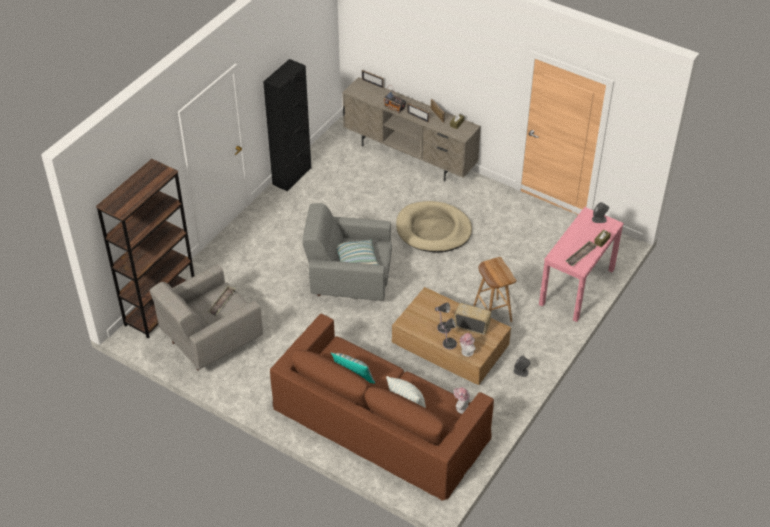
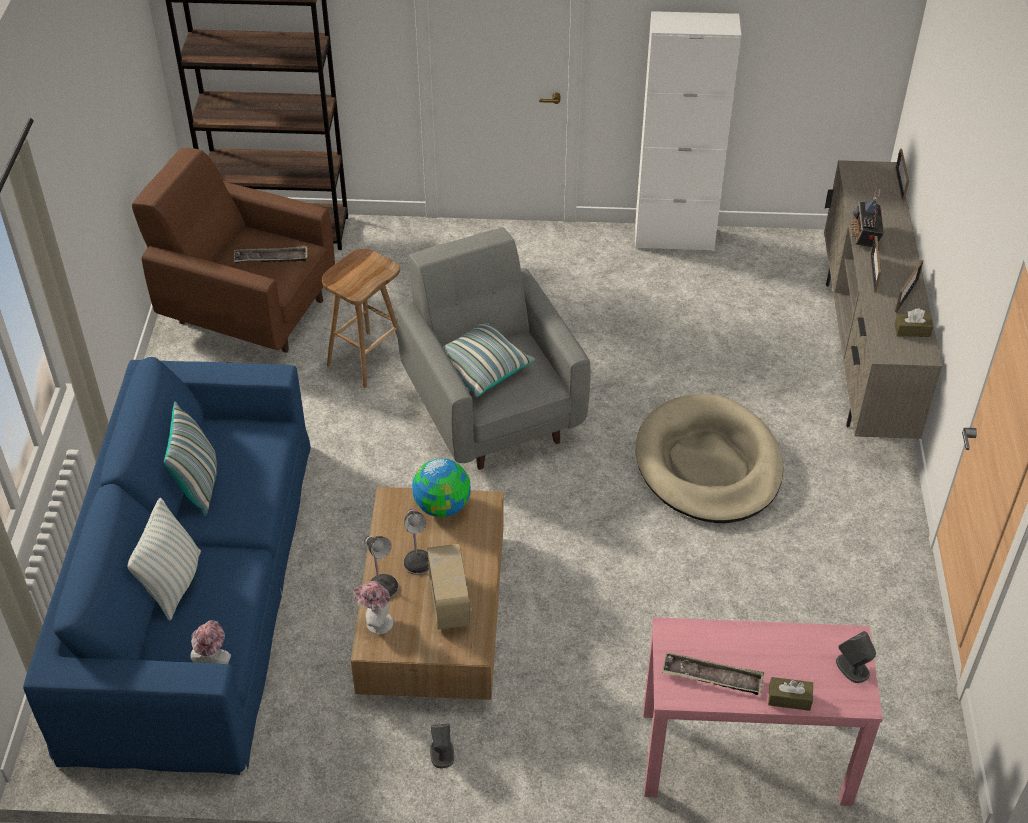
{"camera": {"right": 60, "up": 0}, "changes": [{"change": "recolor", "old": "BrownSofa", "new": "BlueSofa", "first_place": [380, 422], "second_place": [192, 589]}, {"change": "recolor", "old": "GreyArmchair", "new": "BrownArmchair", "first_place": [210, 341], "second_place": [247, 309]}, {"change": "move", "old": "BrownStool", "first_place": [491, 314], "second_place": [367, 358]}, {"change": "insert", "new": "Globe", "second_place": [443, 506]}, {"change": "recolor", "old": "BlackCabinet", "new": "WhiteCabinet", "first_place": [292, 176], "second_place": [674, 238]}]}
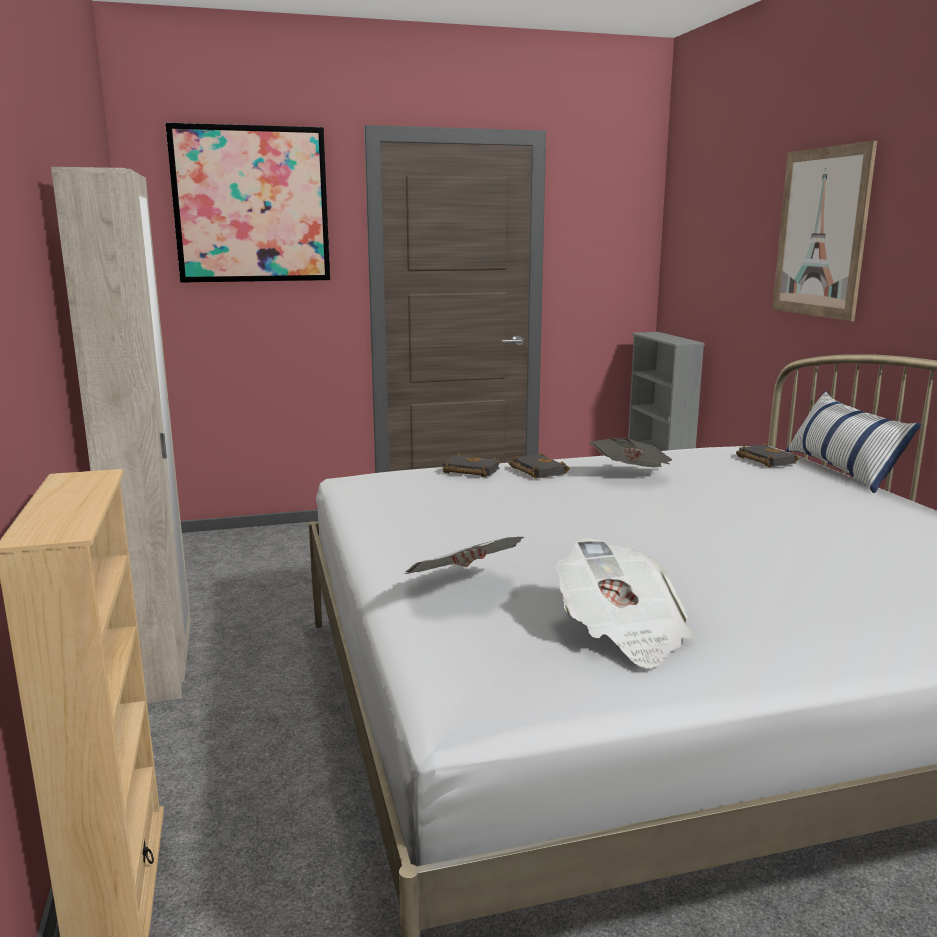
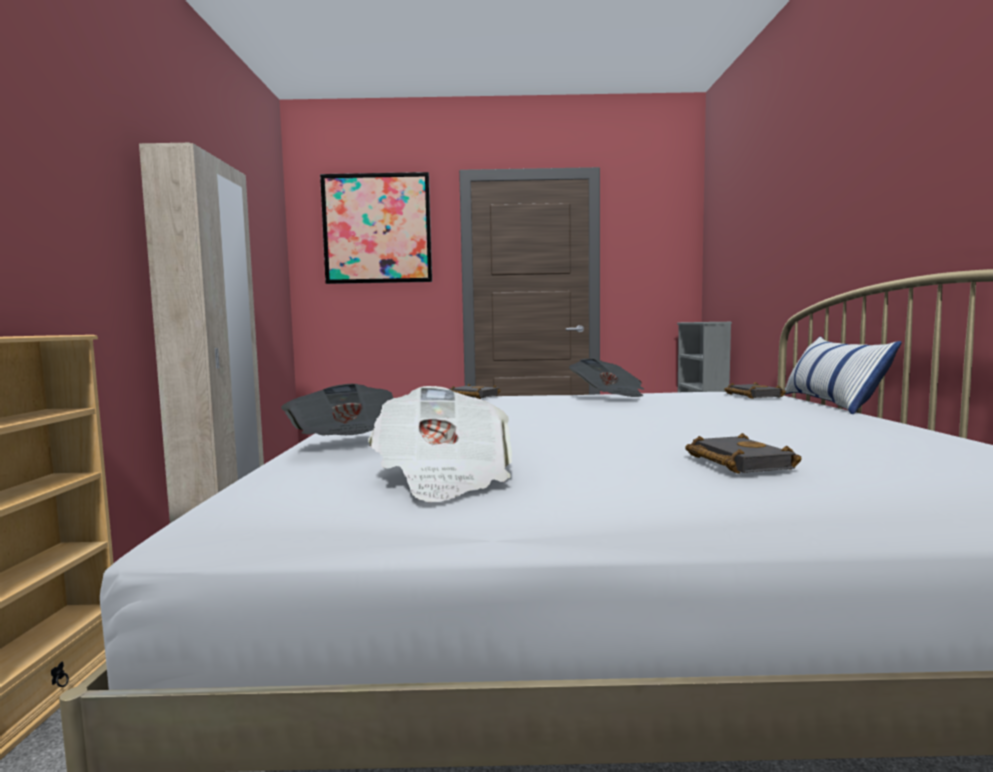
{"camera": {"right": 15, "up": -10}, "changes": [{"change": "move", "old": "BlackBook", "first_place": [535, 471], "second_place": [735, 462]}, {"change": "delete", "old": "Picture", "first_place": [821, 233]}]}
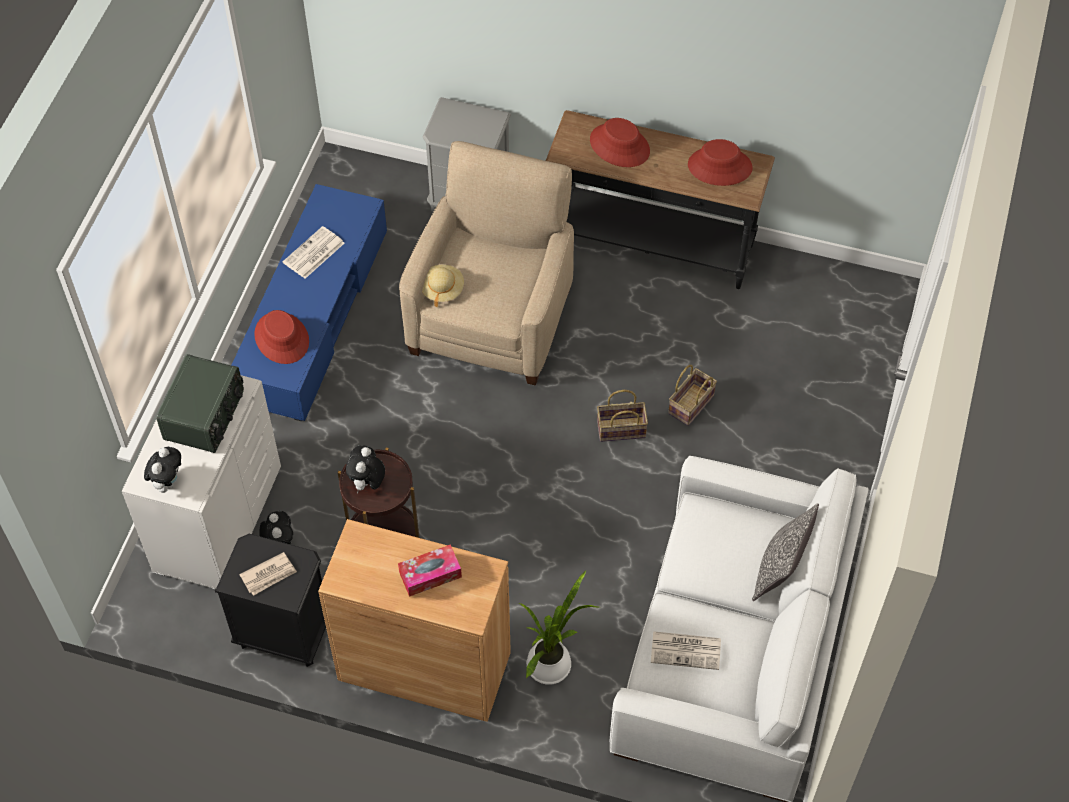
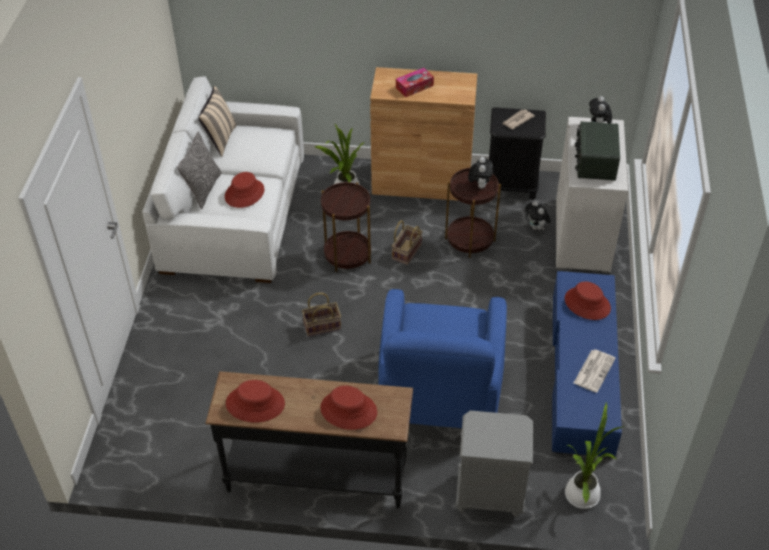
{"camera": {"right": 170, "up": -10}, "changes": [{"change": "insert", "new": "BeigePillow", "second_place": [220, 139]}, {"change": "insert", "new": "RedHat", "second_place": [244, 193]}, {"change": "insert", "new": "BrownSideTable", "second_place": [347, 255]}, {"change": "recolor", "old": "BeigeArmchair", "new": "BlueArmchair", "first_place": [492, 318], "second_place": [439, 393]}, {"change": "move", "old": "Basket", "first_place": [691, 406], "second_place": [406, 251]}, {"change": "insert", "new": "PottedPlant", "second_place": [583, 492]}, {"change": "delete", "old": "BeigeHat", "first_place": [442, 289]}, {"change": "delete", "old": "Newspaper", "first_place": [686, 650]}]}
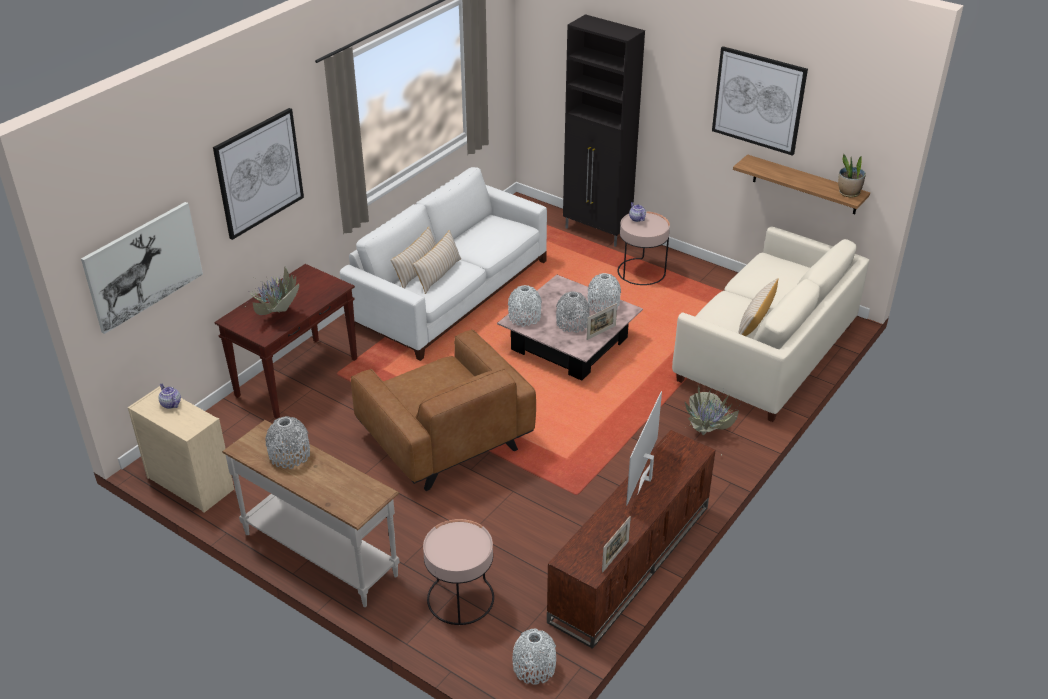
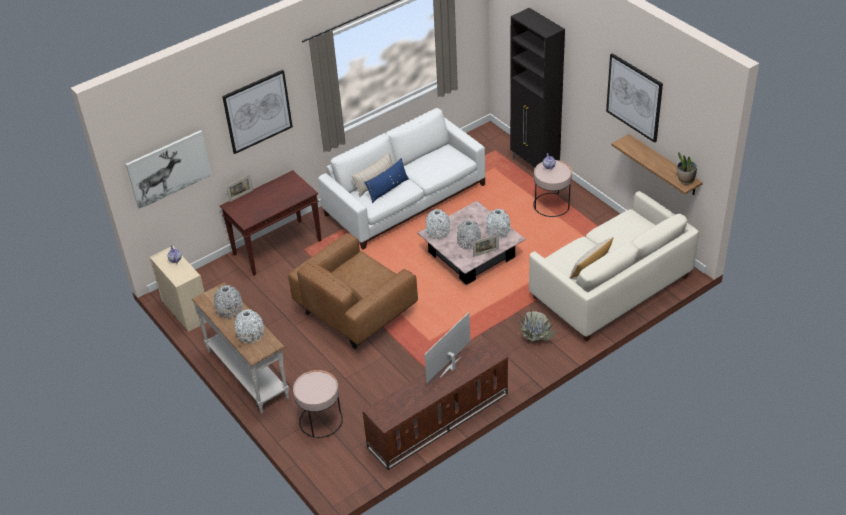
{"camera": {"right": 20, "up": 5}, "changes": [{"change": "move", "old": "PictureFrame", "first_place": [615, 556], "second_place": [241, 196]}, {"change": "move", "old": "WhiteVase", "first_place": [534, 667], "second_place": [250, 334]}, {"change": "rotate", "old": "BrownArmchair", "first_place": [446, 440], "second_place": [356, 311], "degrees": 60}, {"change": "recolor", "old": "BeigePillow", "new": "BluePillow", "first_place": [438, 274], "second_place": [388, 189]}, {"change": "delete", "old": "PottedPlant", "first_place": [278, 316]}]}
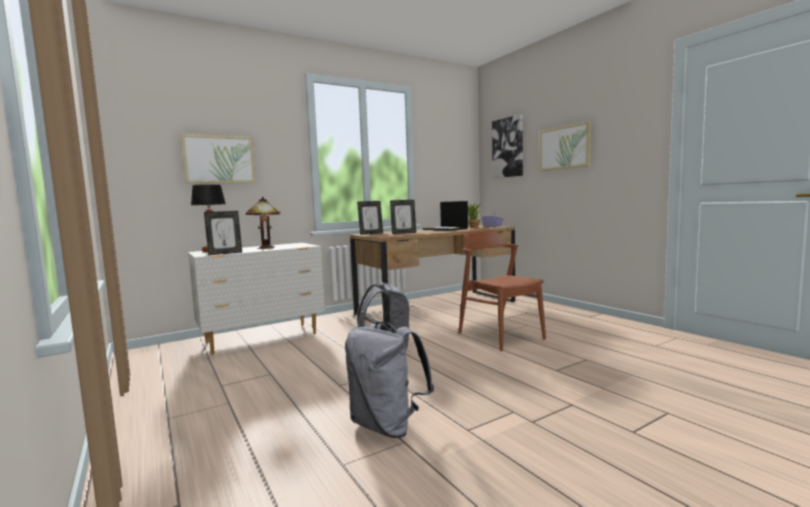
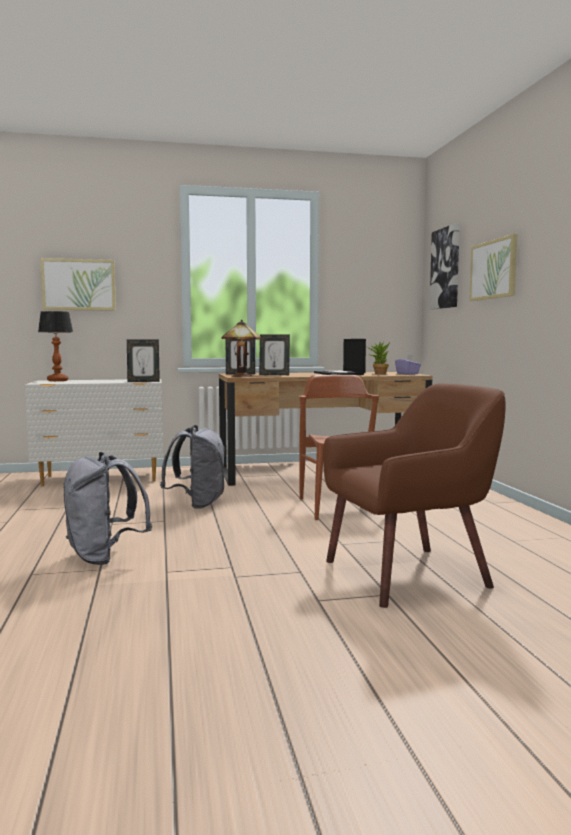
{"camera": {"right": 20, "up": 0}, "changes": [{"change": "move", "old": "PictureFrame", "first_place": [225, 253], "second_place": [143, 381]}, {"change": "move", "old": "TableLamp", "first_place": [265, 248], "second_place": [241, 376]}, {"change": "insert", "new": "BrownArmchair", "second_place": [408, 574]}]}
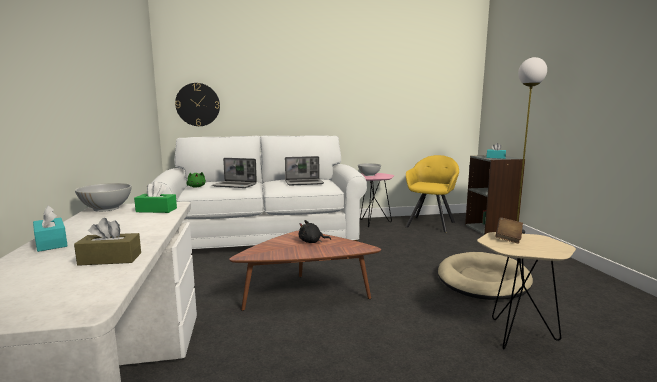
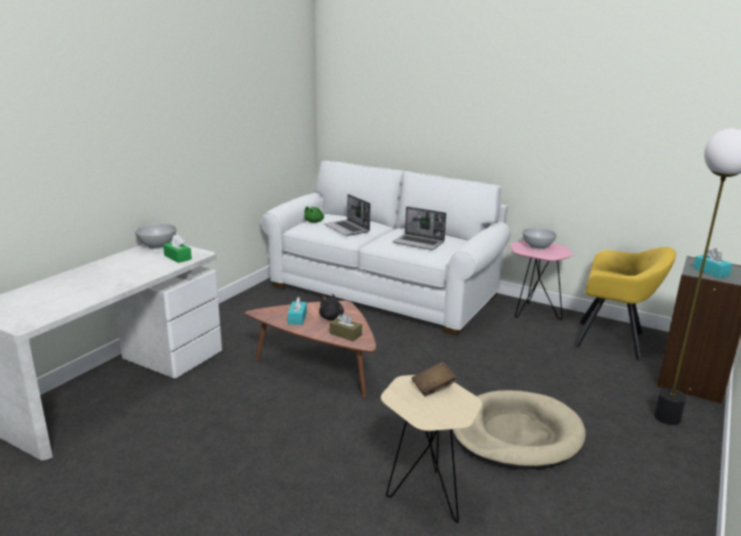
{"camera": {"right": 40, "up": 10}, "changes": [{"change": "move", "old": "TurquoiseTissueBox", "first_place": [51, 243], "second_place": [297, 318]}, {"change": "move", "old": "BrownTissueBox", "first_place": [110, 259], "second_place": [345, 334]}, {"change": "rotate", "old": "YellowArmchair", "first_place": [431, 224], "second_place": [613, 341], "degrees": 45}, {"change": "delete", "old": "WallClock", "first_place": [198, 104]}]}
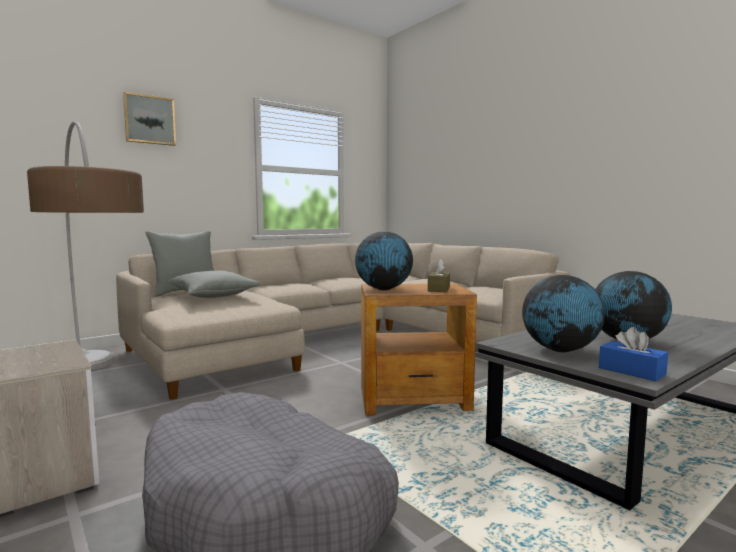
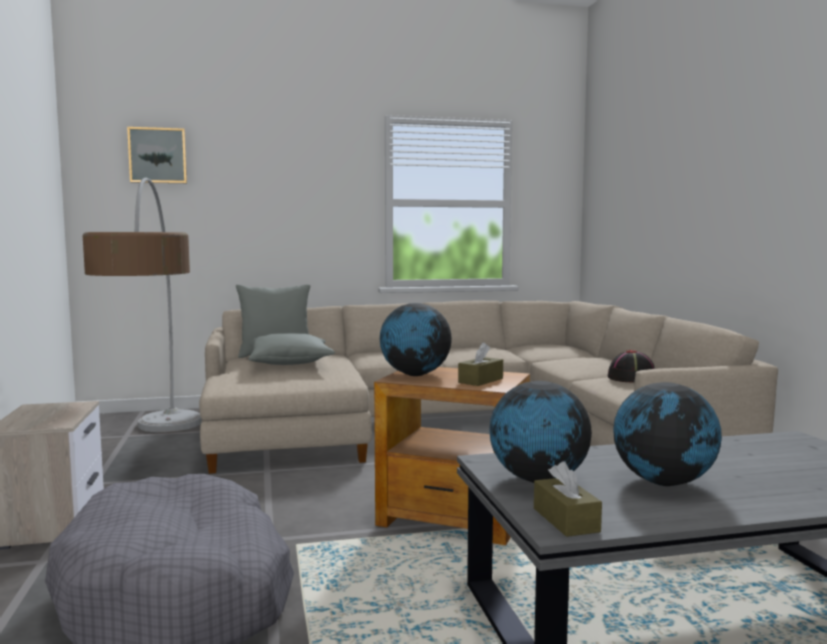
{"camera": {"right": 25, "up": 0}, "changes": [{"change": "move", "old": "Picture", "first_place": [149, 120], "second_place": [158, 155]}, {"change": "recolor", "old": "BlueTissueBox", "new": "BrownTissueBox", "first_place": [631, 371], "second_place": [565, 520]}, {"change": "insert", "new": "BlackHat", "second_place": [632, 378]}]}
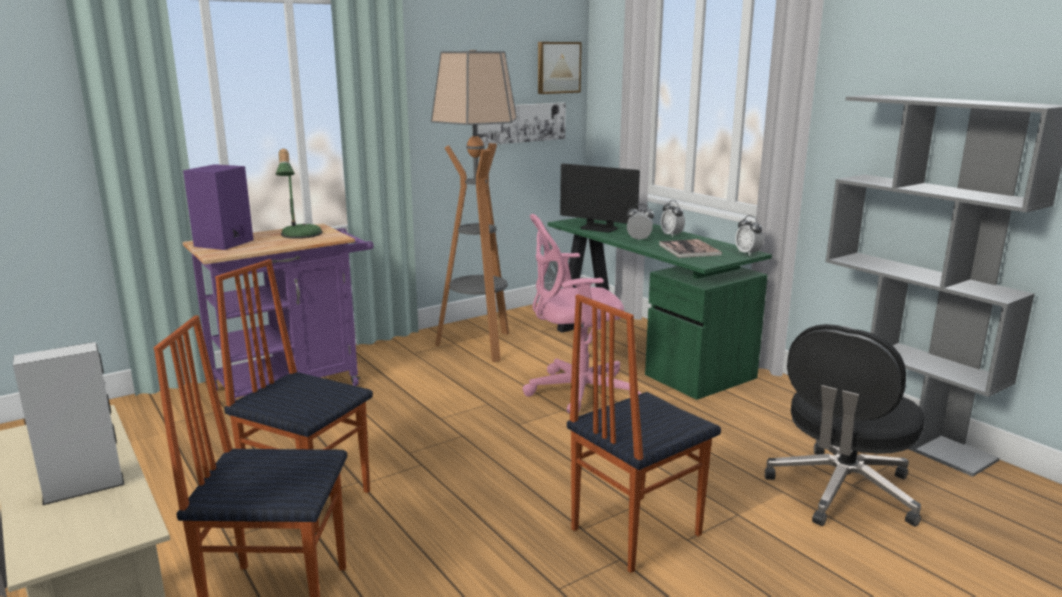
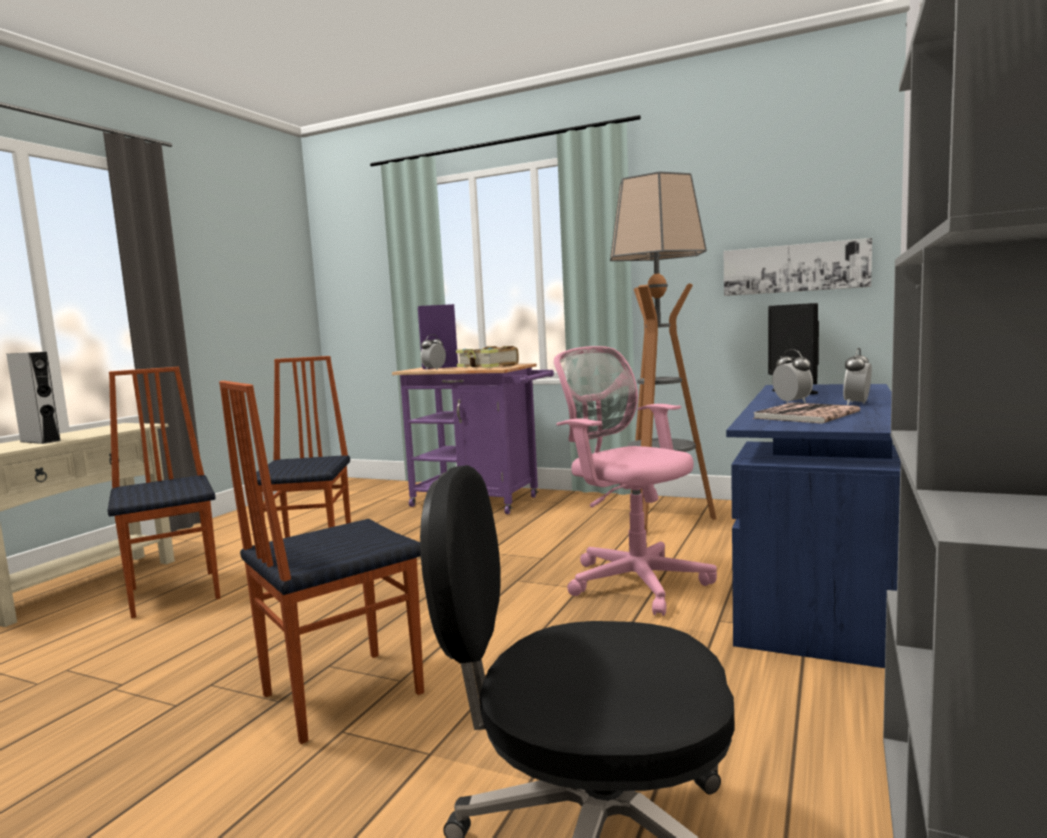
{"camera": {"right": 60, "up": -10}, "changes": [{"change": "rotate", "old": "Chair", "first_place": [633, 531], "second_place": [340, 693], "degrees": -60}, {"change": "move", "old": "AlarmClock", "first_place": [748, 253], "second_place": [434, 369]}, {"change": "replace", "old": "TableLamp", "new": "Book", "first_place": [300, 235], "second_place": [488, 366]}, {"change": "recolor", "old": "GreenDesk", "new": "BlueDesk", "first_place": [645, 351], "second_place": [820, 581]}, {"change": "delete", "old": "Picture", "first_place": [557, 67]}]}
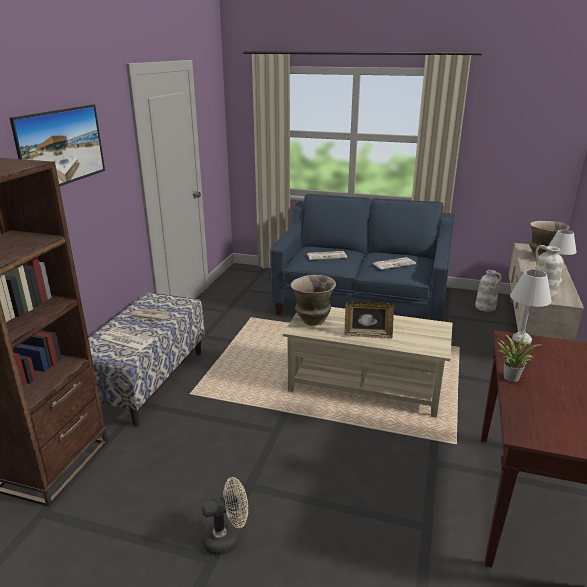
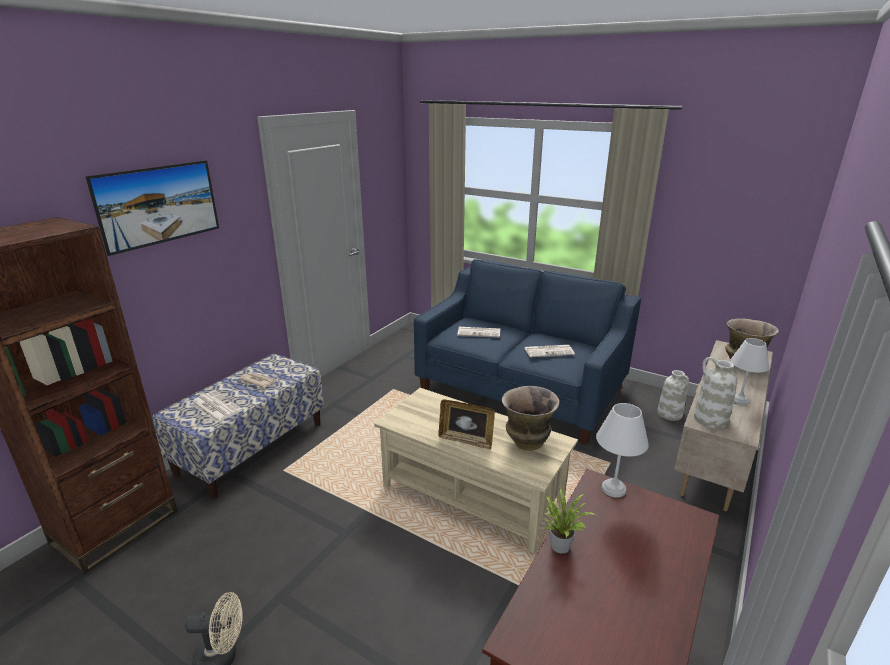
{"camera": {"right": 15, "up": 0}, "changes": [{"change": "move", "old": "Vase", "first_place": [312, 321], "second_place": [526, 444]}]}
